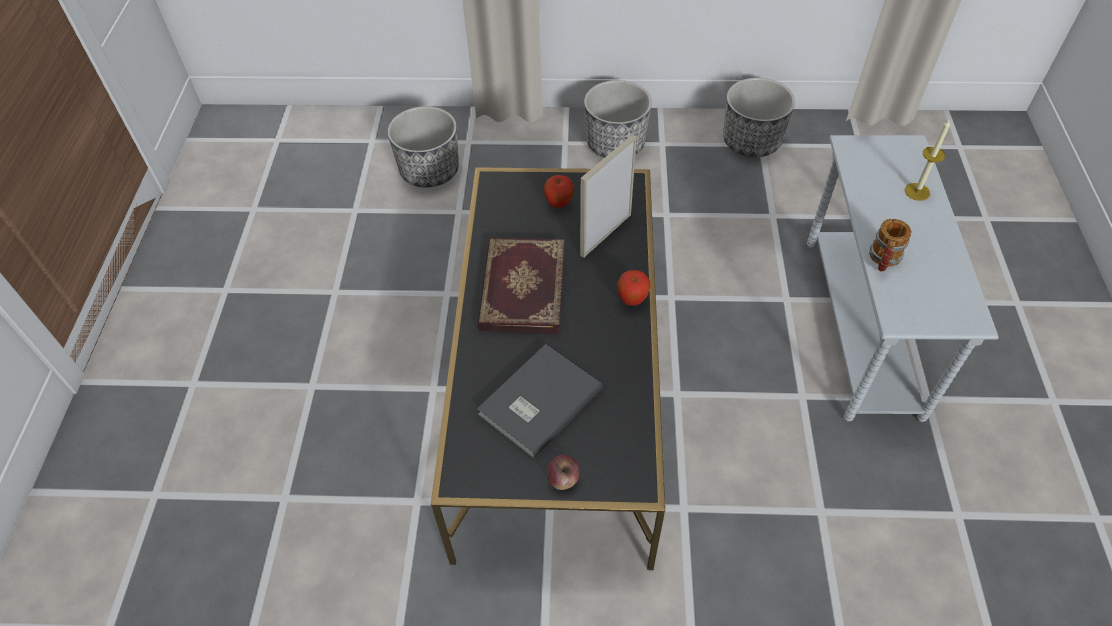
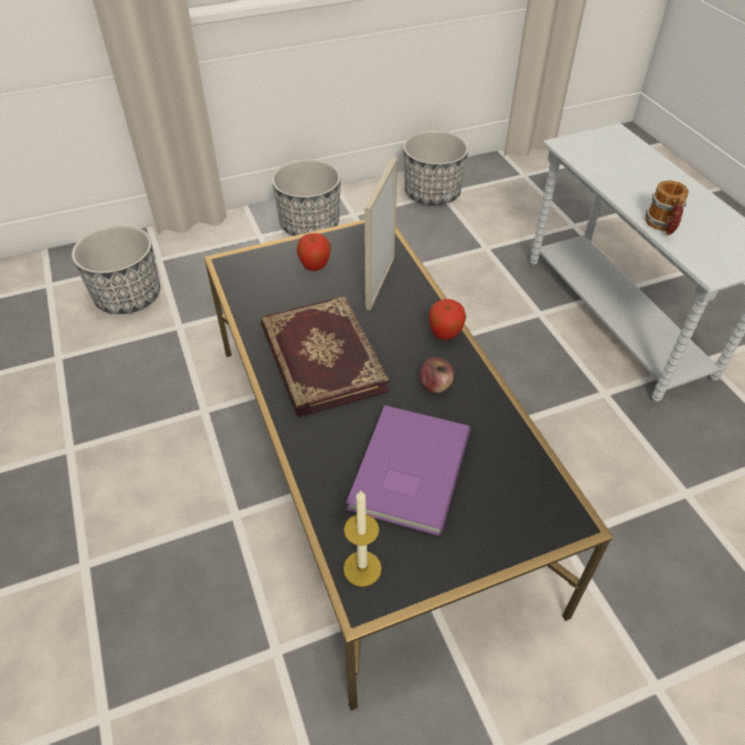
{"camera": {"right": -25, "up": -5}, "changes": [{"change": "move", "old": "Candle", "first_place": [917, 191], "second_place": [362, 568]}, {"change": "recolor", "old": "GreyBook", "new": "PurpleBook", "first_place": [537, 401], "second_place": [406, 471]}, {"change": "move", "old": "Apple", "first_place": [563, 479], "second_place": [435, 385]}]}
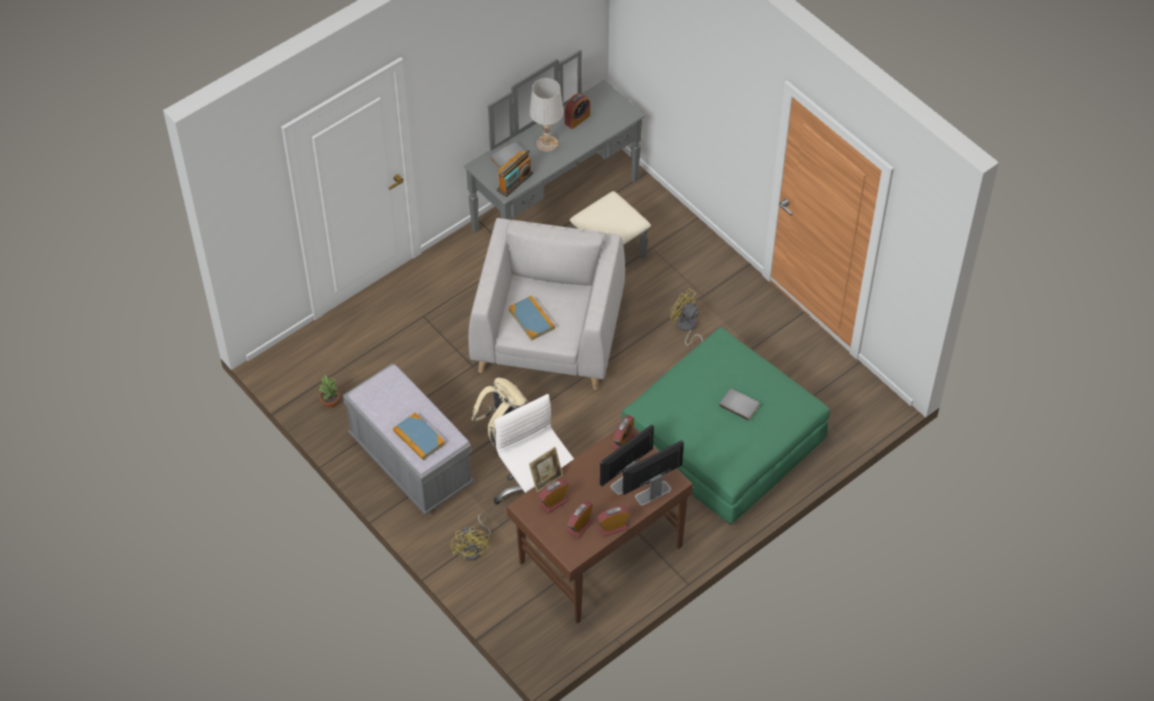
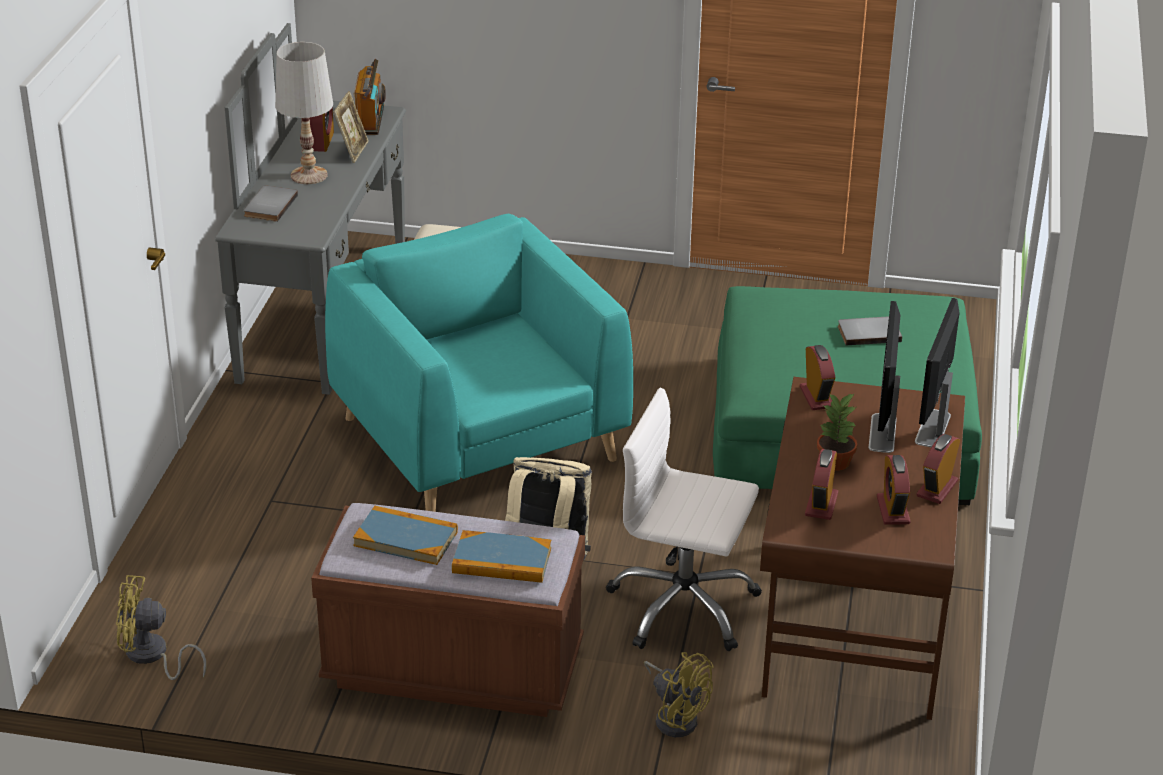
{"camera": {"right": -40, "up": -20}, "changes": [{"change": "move", "old": "YellowFan", "first_place": [686, 327], "second_place": [151, 656]}, {"change": "recolor", "old": "GreyBench", "new": "BrownBench", "first_place": [410, 462], "second_place": [453, 668]}, {"change": "recolor", "old": "GreyArmchair", "new": "TurquoiseArmchair", "first_place": [548, 335], "second_place": [478, 438]}, {"change": "move", "old": "PictureFrame", "first_place": [546, 479], "second_place": [352, 151]}, {"change": "move", "old": "Book", "first_place": [531, 319], "second_place": [406, 539]}, {"change": "move", "old": "Radio", "first_place": [515, 182], "second_place": [371, 120]}, {"change": "move", "old": "PottedPlant", "first_place": [330, 403], "second_place": [835, 462]}]}
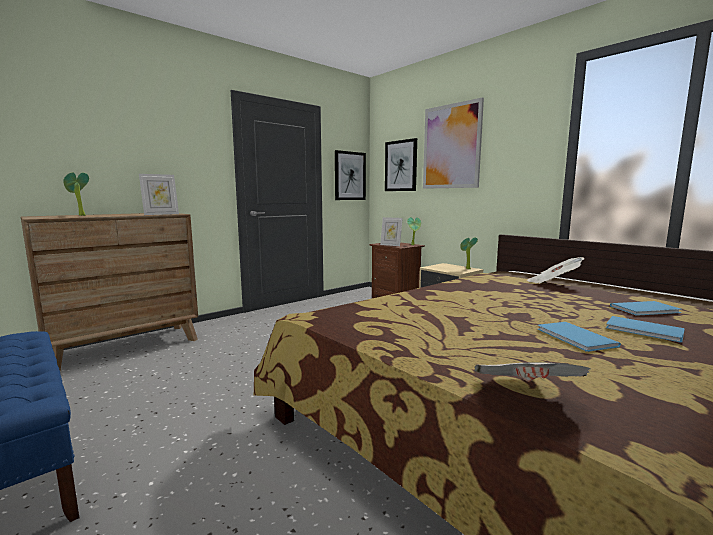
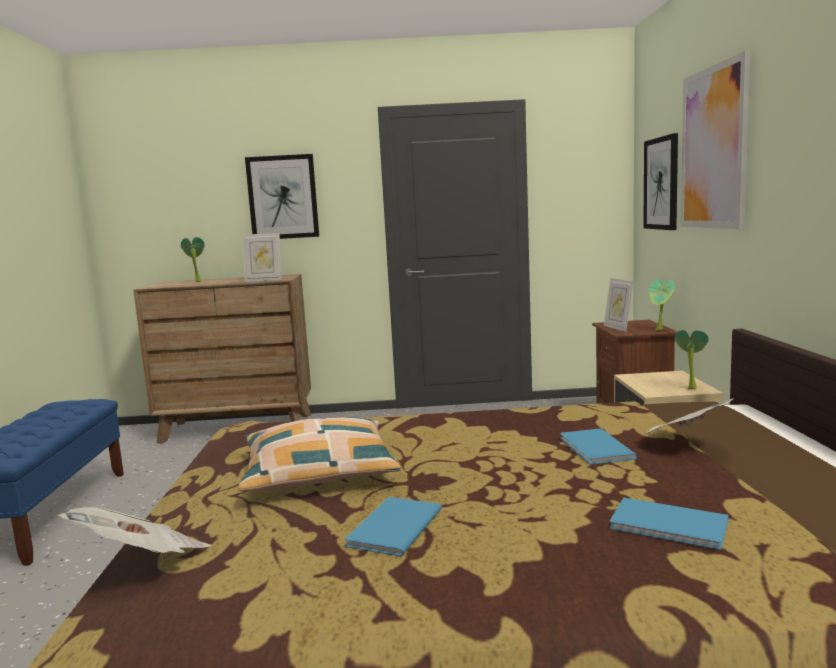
{"camera": {"right": 40, "up": 0}, "changes": [{"change": "insert", "new": "Pillow", "second_place": [318, 471]}, {"change": "move", "old": "Picture", "first_place": [349, 176], "second_place": [283, 197]}, {"change": "move", "old": "BlueBook", "first_place": [646, 331], "second_place": [595, 449]}]}
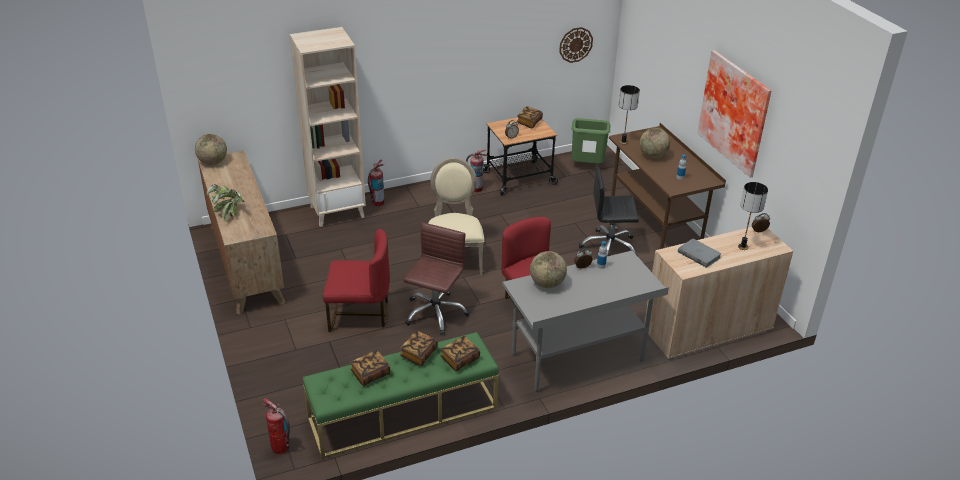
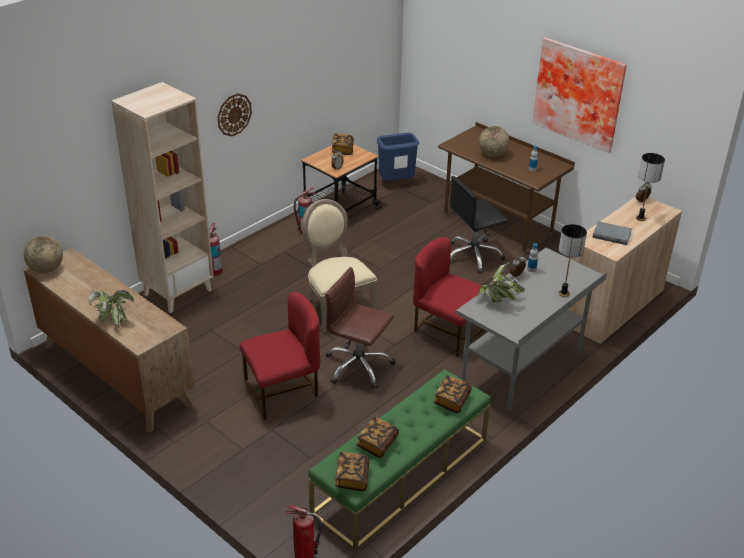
{"camera": {"right": -25, "up": 0}, "changes": [{"change": "move", "old": "WallClock", "first_place": [575, 44], "second_place": [234, 114]}, {"change": "rotate", "old": "BrownOfficeChair", "first_place": [435, 313], "second_place": [358, 366], "degrees": -60}, {"change": "move", "old": "Book", "first_place": [419, 354], "second_place": [352, 478]}, {"change": "recolor", "old": "GreenTrashCan", "new": "BlueTrashCan", "first_place": [587, 166], "second_place": [396, 183]}, {"change": "replace", "old": "Globe", "new": "PottedPlant", "first_place": [547, 284], "second_place": [498, 300]}, {"change": "move", "old": "TableLamp", "first_place": [623, 142], "second_place": [563, 293]}]}
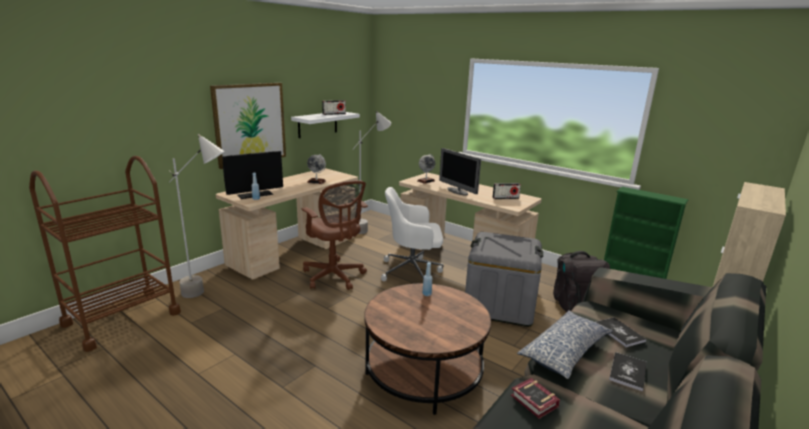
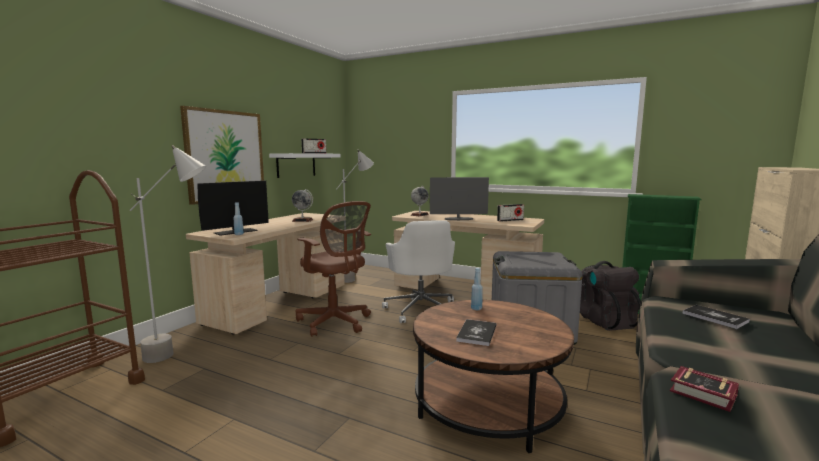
{"camera": {"right": -10, "up": -10}, "changes": [{"change": "rotate", "old": "WhiteOfficeChair", "first_place": [412, 271], "second_place": [421, 309], "degrees": -90}, {"change": "rotate", "old": "Monitor", "first_place": [457, 191], "second_place": [458, 219], "degrees": 135}, {"change": "move", "old": "Book", "first_place": [627, 372], "second_place": [477, 333]}, {"change": "delete", "old": "Pillow", "first_place": [565, 351]}]}
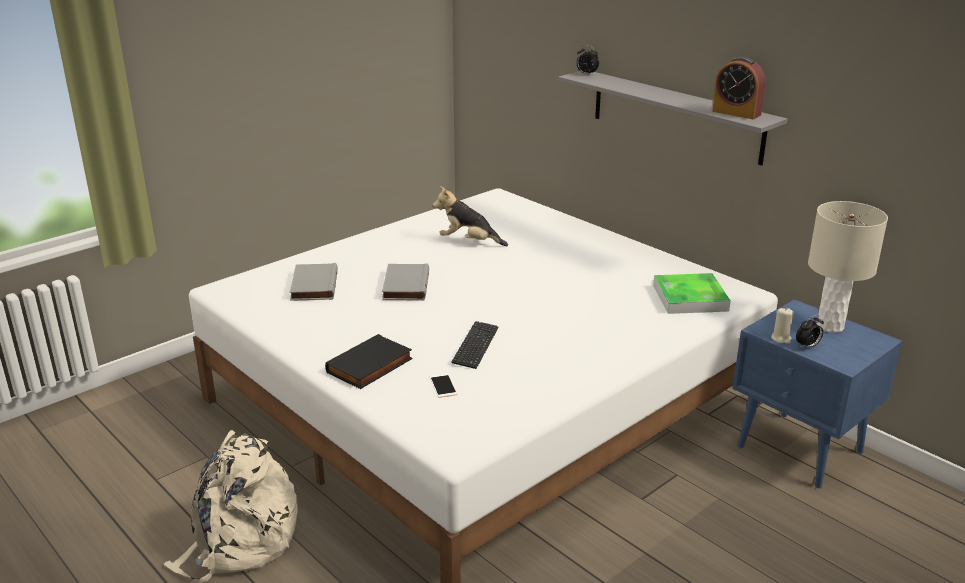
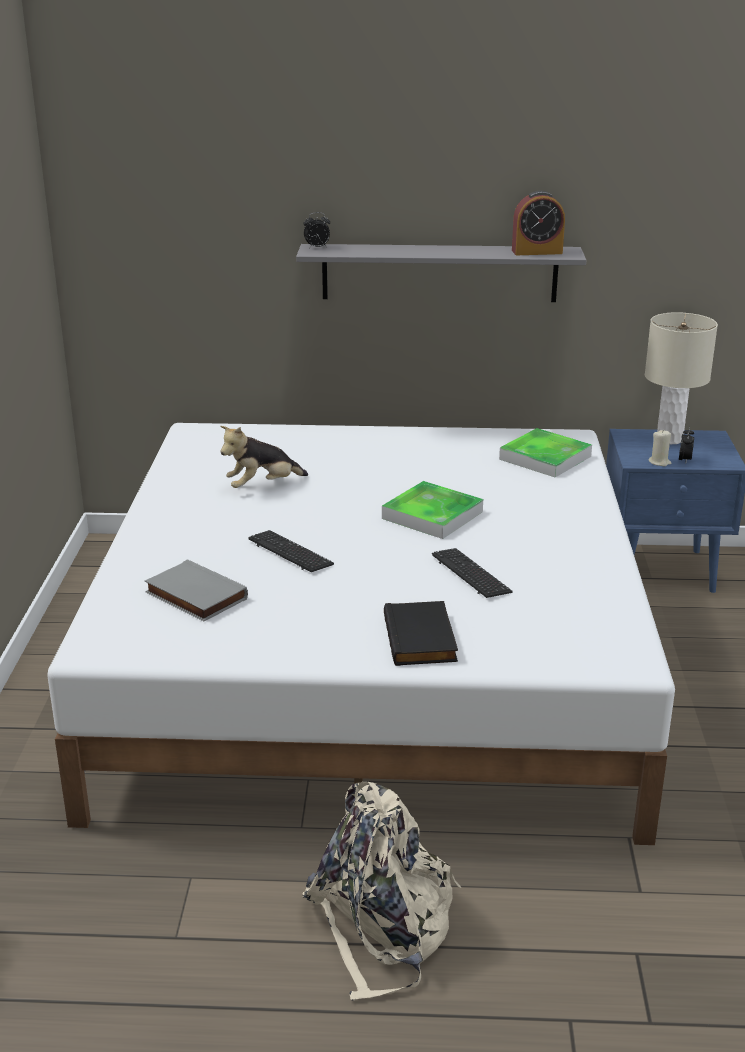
{"camera": {"right": -45, "up": 0}, "changes": [{"change": "replace", "old": "GreyBook", "new": "Keyboard", "first_place": [404, 285], "second_place": [290, 553]}, {"change": "insert", "new": "Tray", "second_place": [432, 515]}, {"change": "delete", "old": "Phone", "first_place": [443, 385]}]}
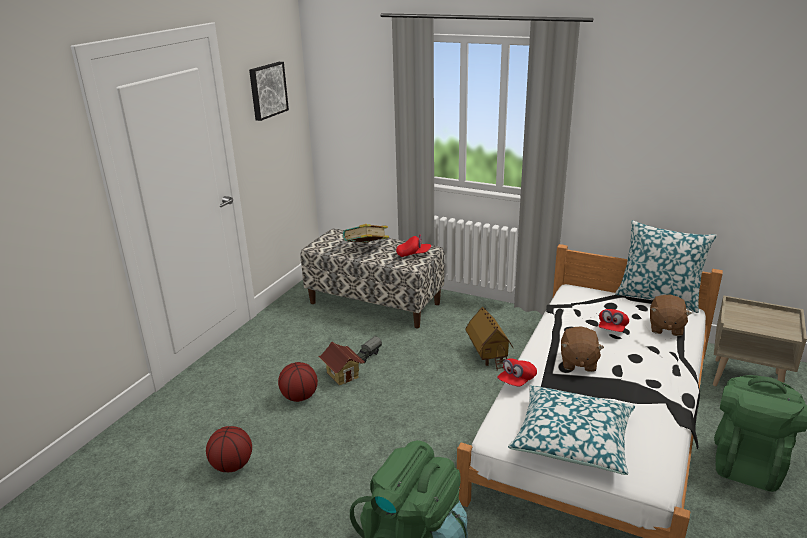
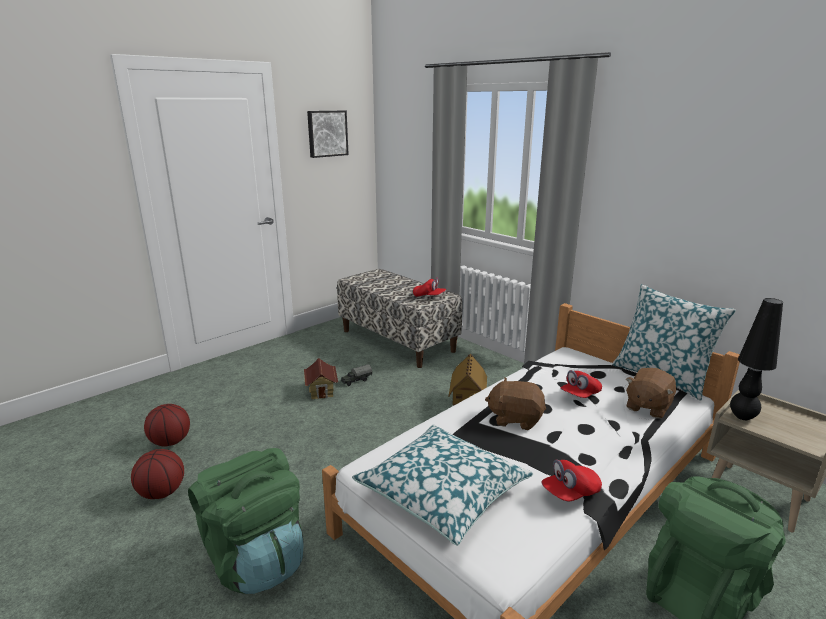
{"camera": {"right": 20, "up": -5}, "changes": [{"change": "move", "old": "Basketball", "first_place": [300, 397], "second_place": [162, 492]}, {"change": "rotate", "old": "BrownPlushToy", "first_place": [578, 362], "second_place": [515, 418], "degrees": 75}, {"change": "move", "old": "RedCap", "first_place": [516, 381], "second_place": [570, 493]}, {"change": "insert", "new": "BlackTableLamp", "second_place": [742, 417]}, {"change": "delete", "old": "Book", "first_place": [366, 248]}]}
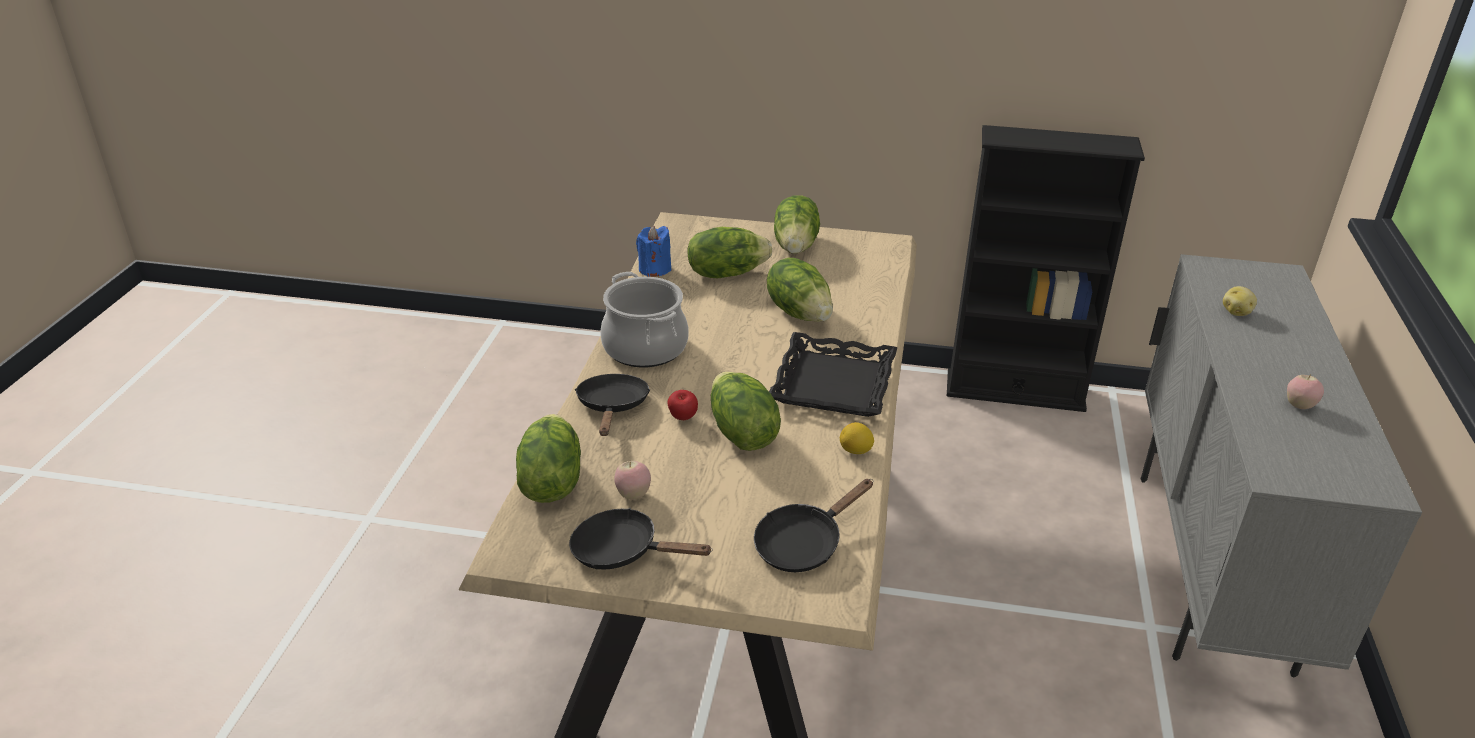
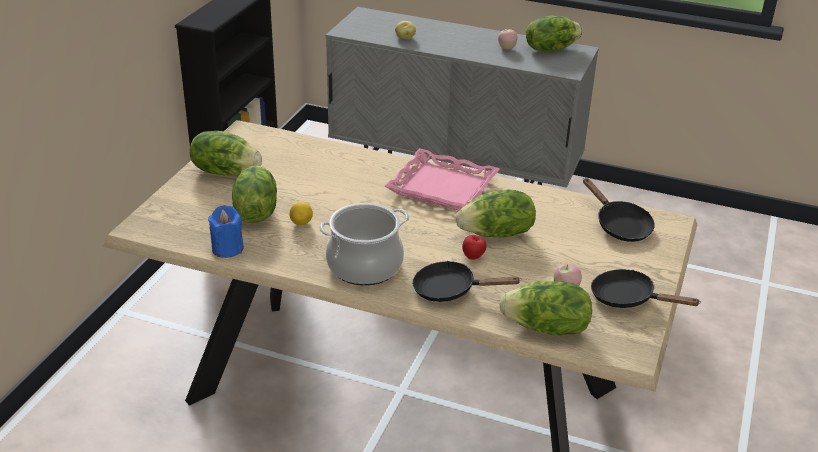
{"camera": {"right": -80, "up": 0}, "changes": [{"change": "move", "old": "Lemon", "first_place": [855, 451], "second_place": [301, 223]}, {"change": "recolor", "old": "BlackTray", "new": "PinkTray", "first_place": [834, 384], "second_place": [443, 187]}, {"change": "move", "old": "Lettuce", "first_place": [800, 312], "second_place": [550, 49]}, {"change": "rotate", "old": "BlackFryingPan", "first_place": [623, 551], "second_place": [628, 299], "degrees": 90}]}
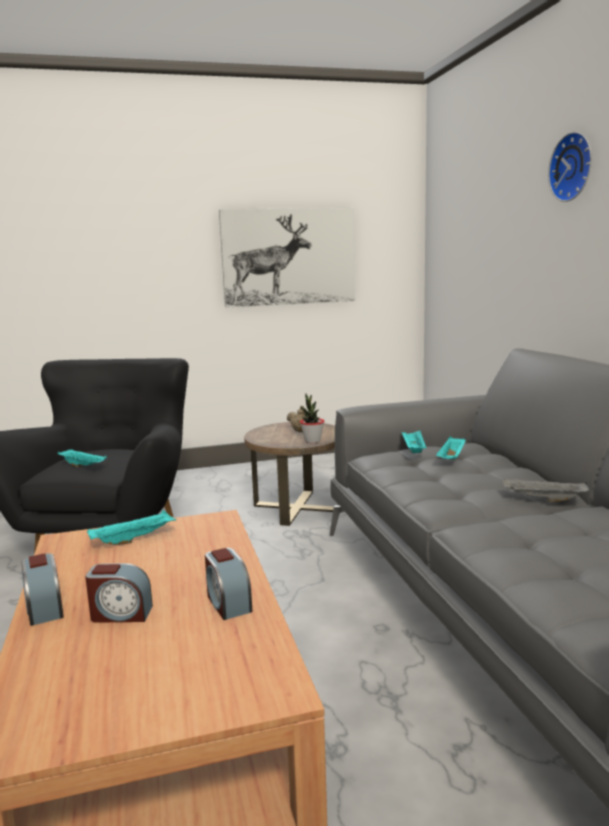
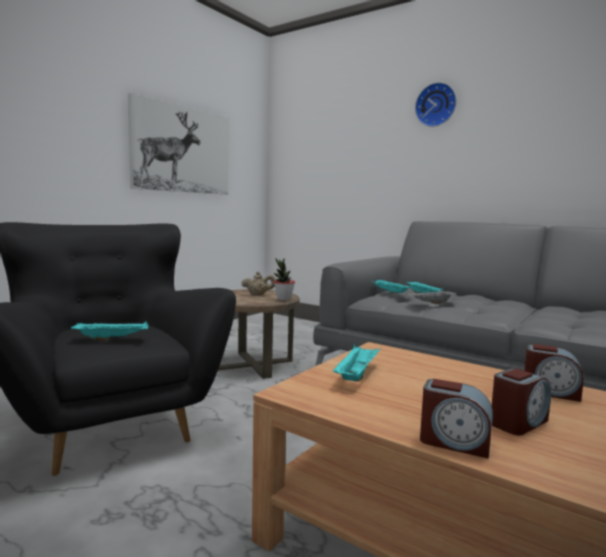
{"camera": {"right": -40, "up": -5}, "changes": [{"change": "move", "old": "GreyTray", "first_place": [543, 499], "second_place": [431, 303]}]}
